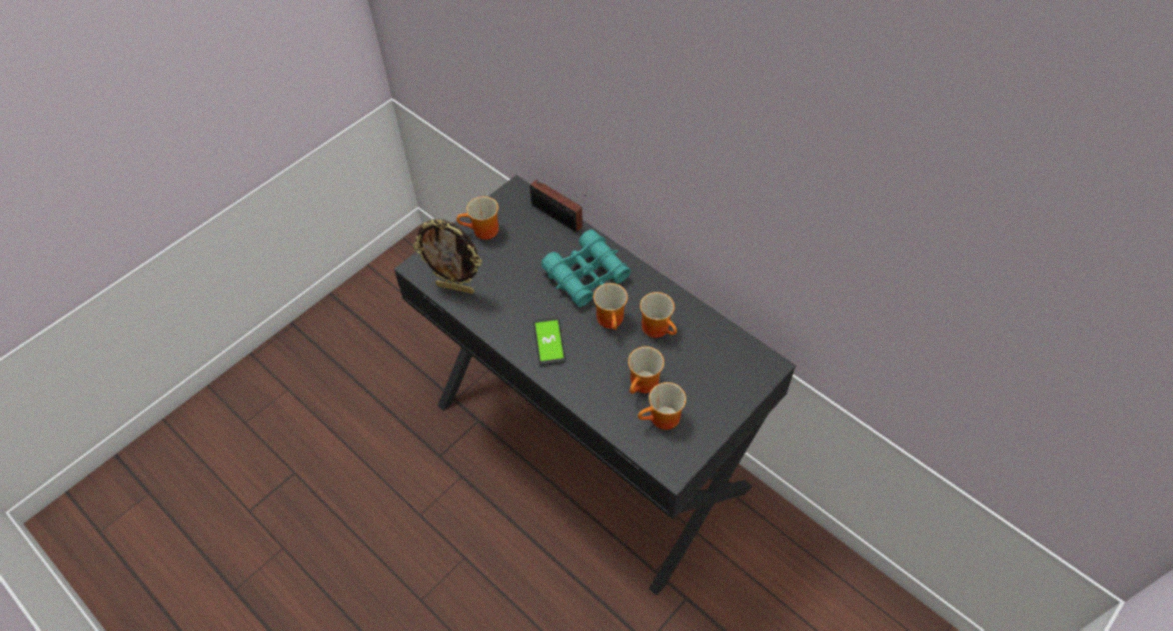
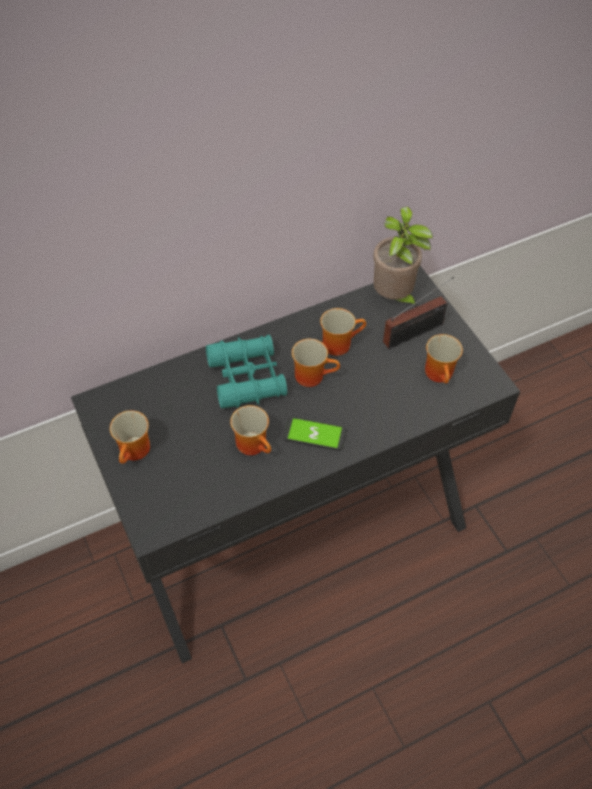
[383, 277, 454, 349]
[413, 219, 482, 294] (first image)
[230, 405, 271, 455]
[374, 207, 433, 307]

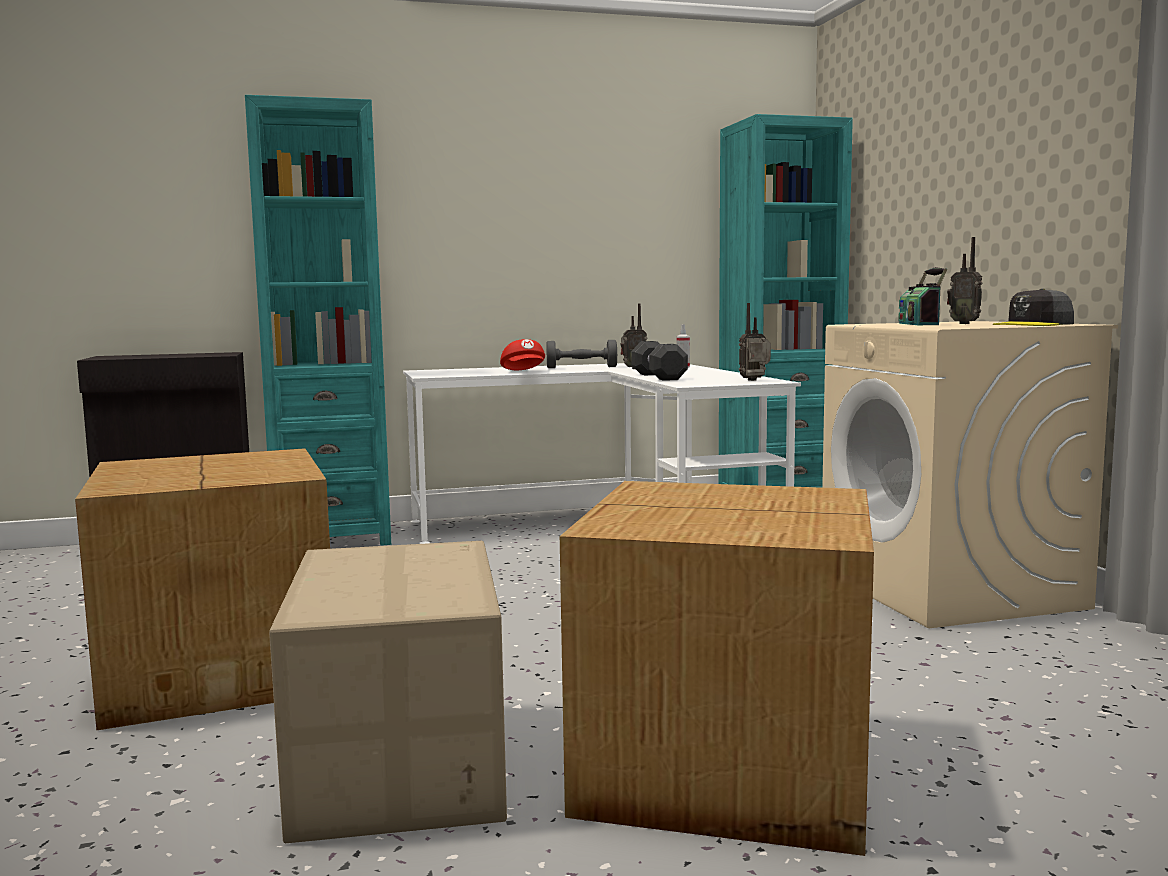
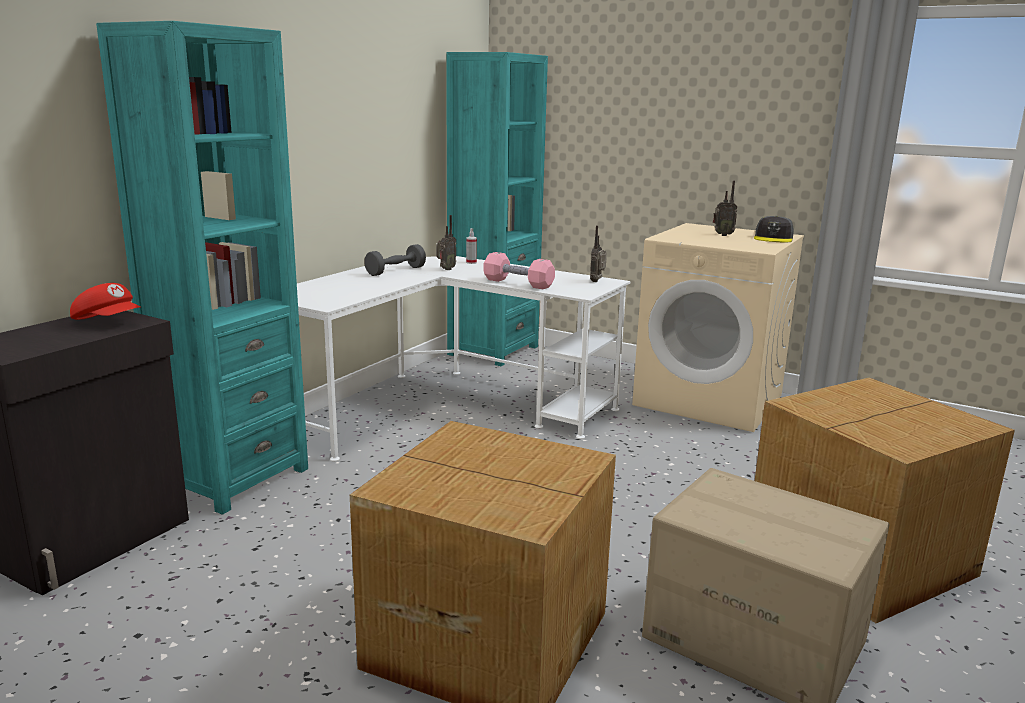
[898, 267, 947, 325] (first image)
[70, 283, 141, 320]
[484, 252, 555, 289]

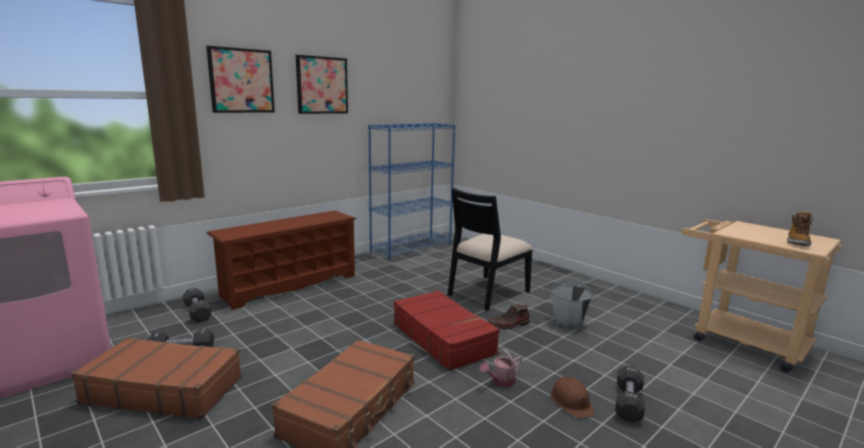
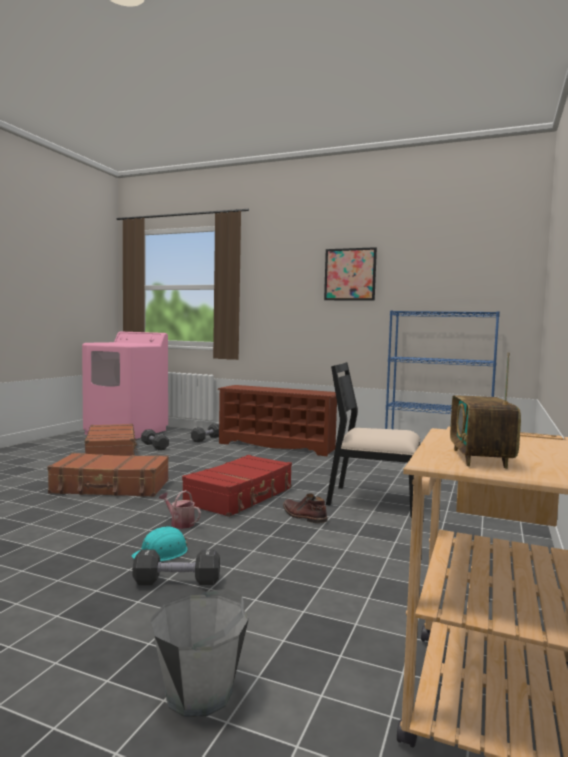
[206, 46, 275, 113] (first image)
[450, 353, 521, 469]
[150, 589, 249, 717]
[132, 526, 188, 562]

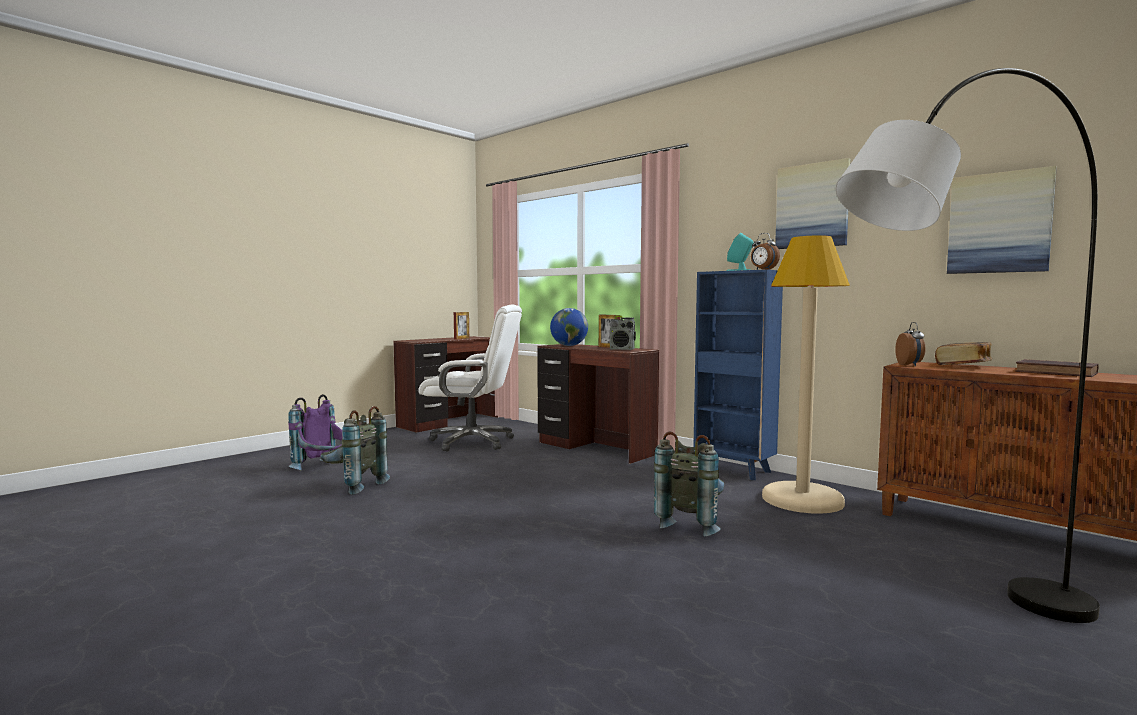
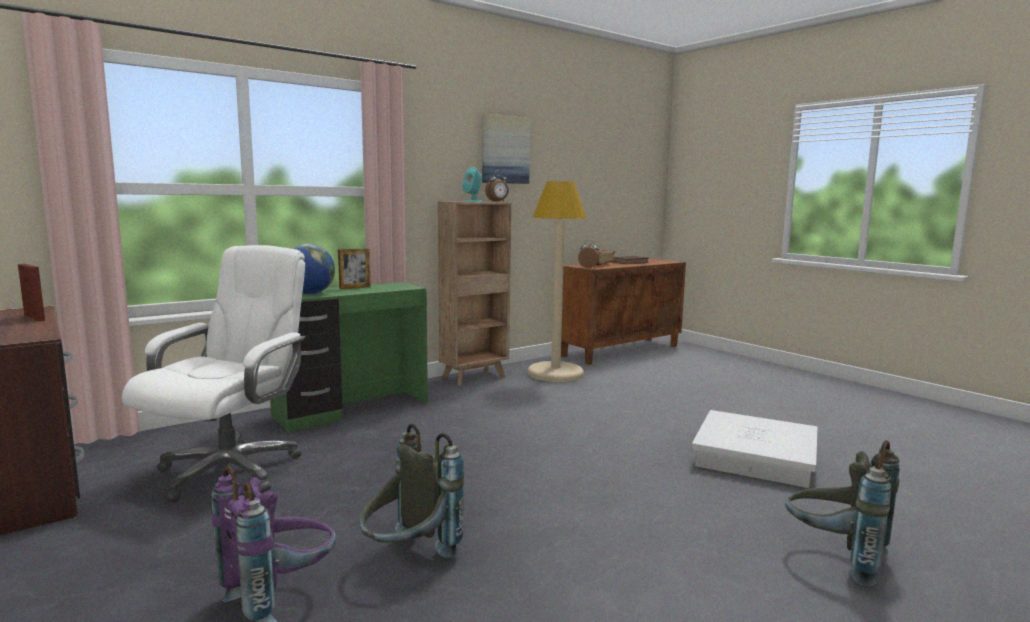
[836, 68, 1100, 623] (first image)
[947, 166, 1057, 274] (first image)
[438, 201, 511, 386]
[609, 315, 636, 350] (first image)
[270, 282, 428, 432]
[785, 440, 900, 586]
[692, 410, 818, 488]

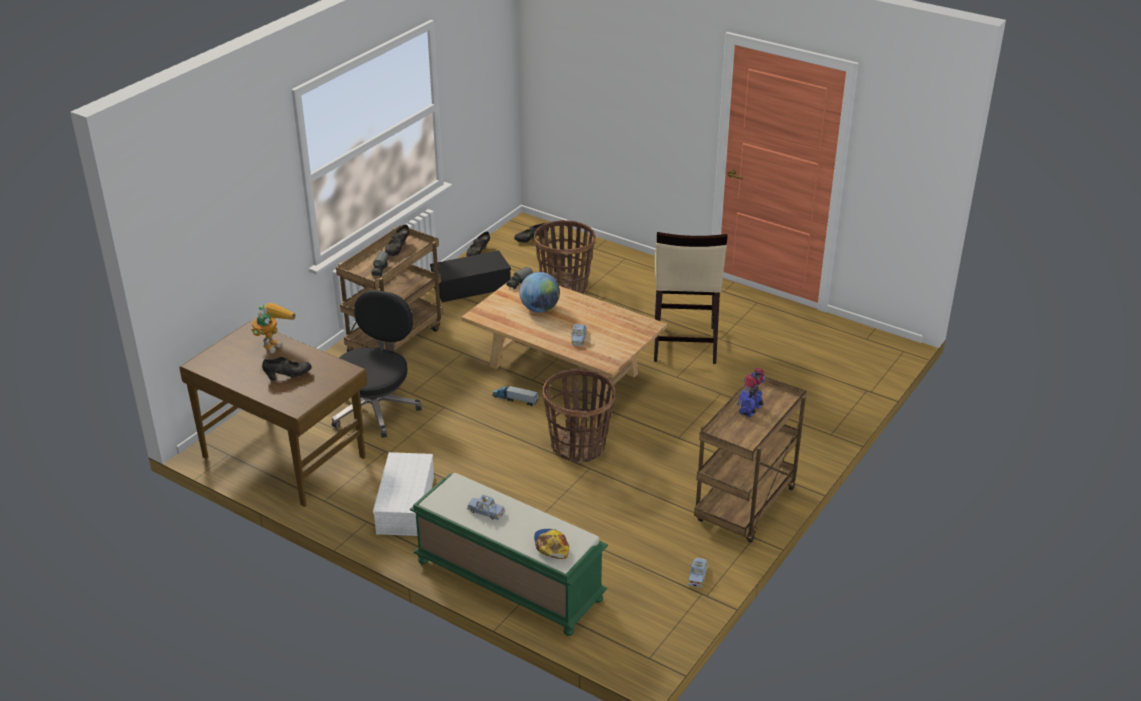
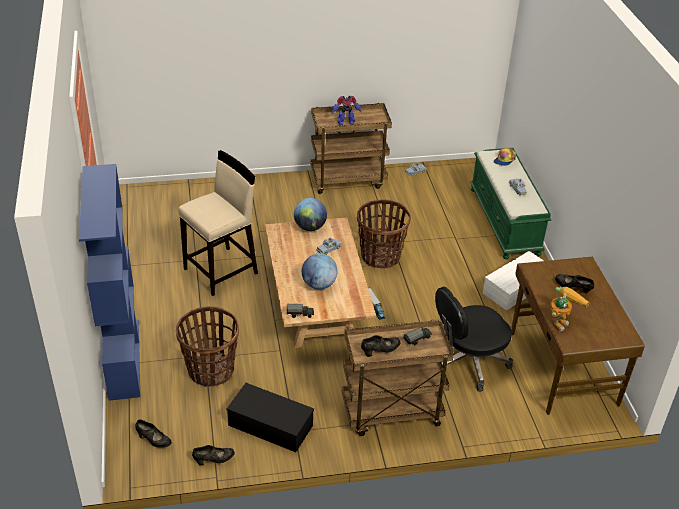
[550, 287, 589, 332]
[79, 164, 140, 401]
[294, 198, 327, 231]

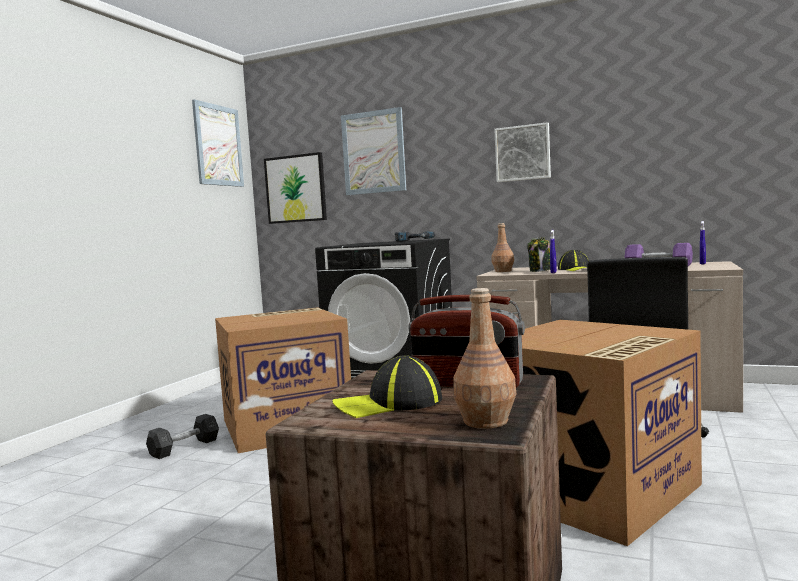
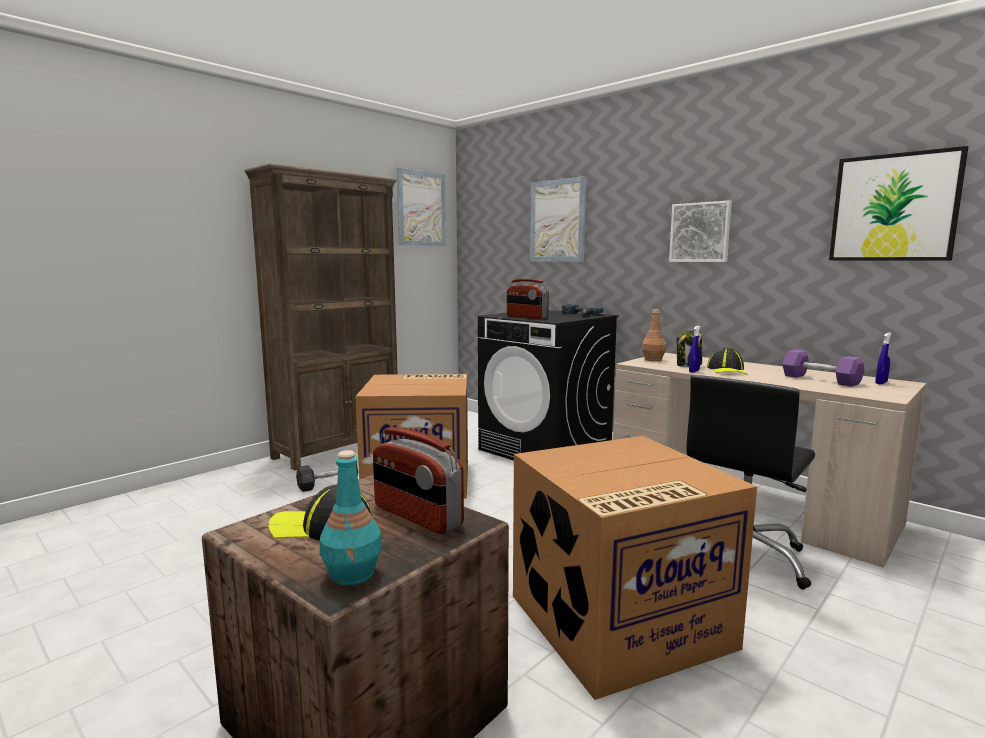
[829, 146, 968, 260]
[320, 450, 382, 586]
[244, 163, 398, 471]
[507, 279, 549, 319]

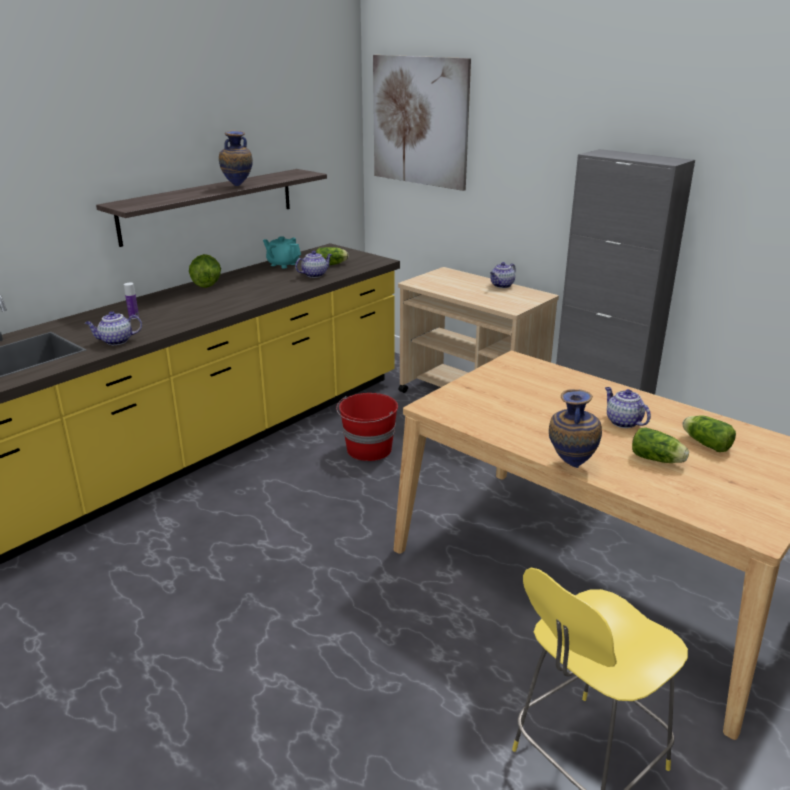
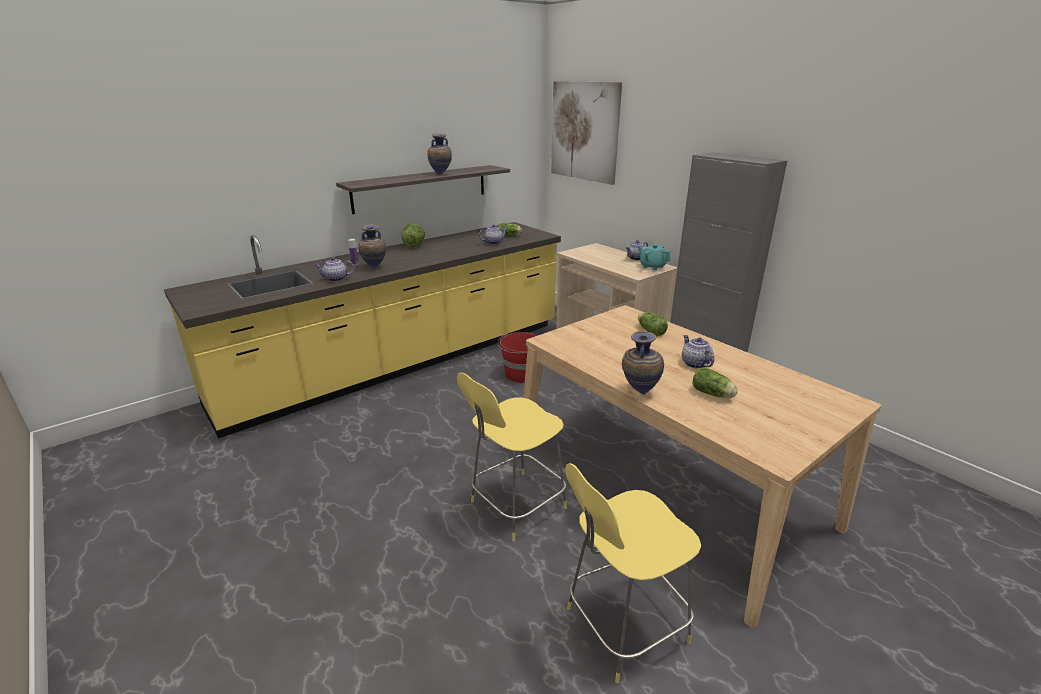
[638, 244, 671, 270]
[638, 312, 668, 336]
[358, 224, 386, 267]
[457, 373, 567, 541]

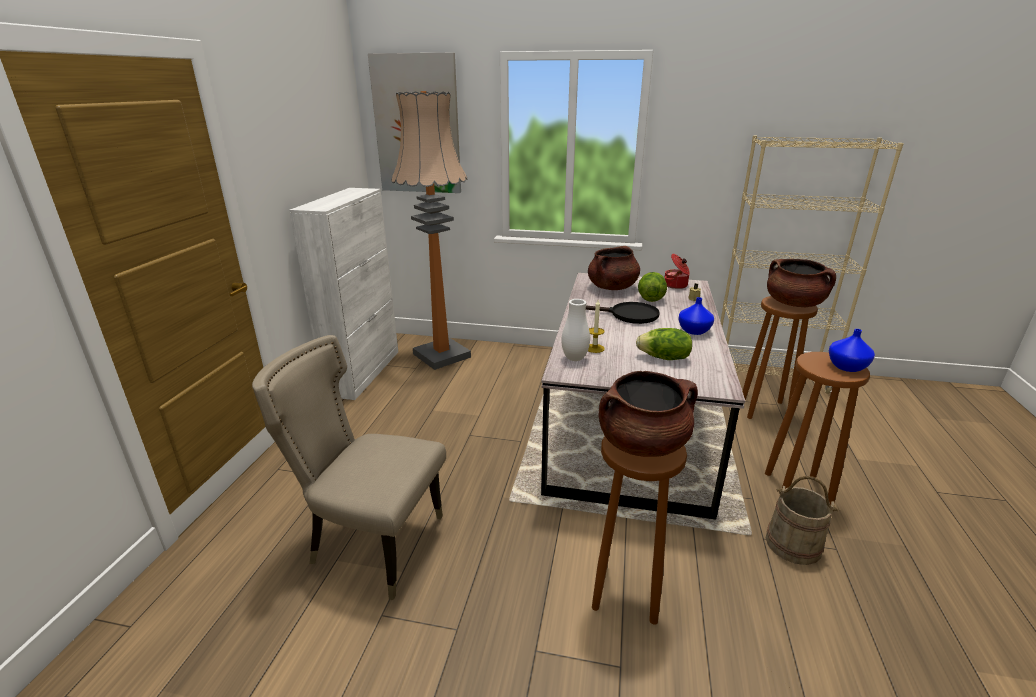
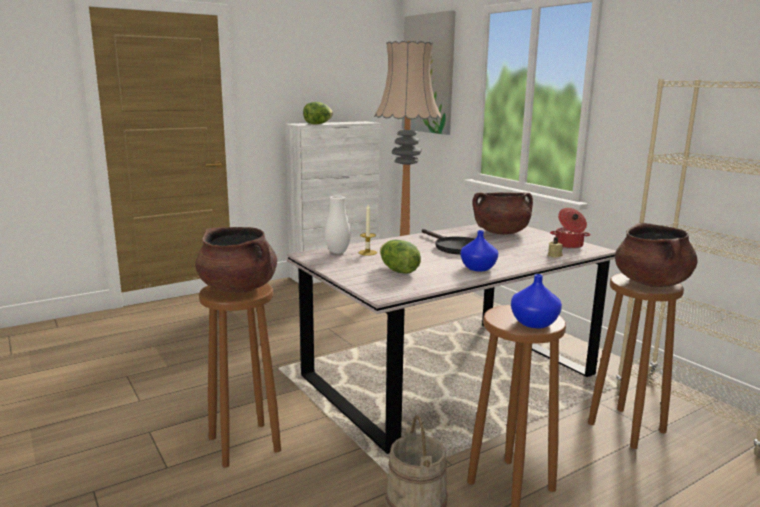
[303, 102, 333, 125]
[252, 335, 446, 600] (first image)

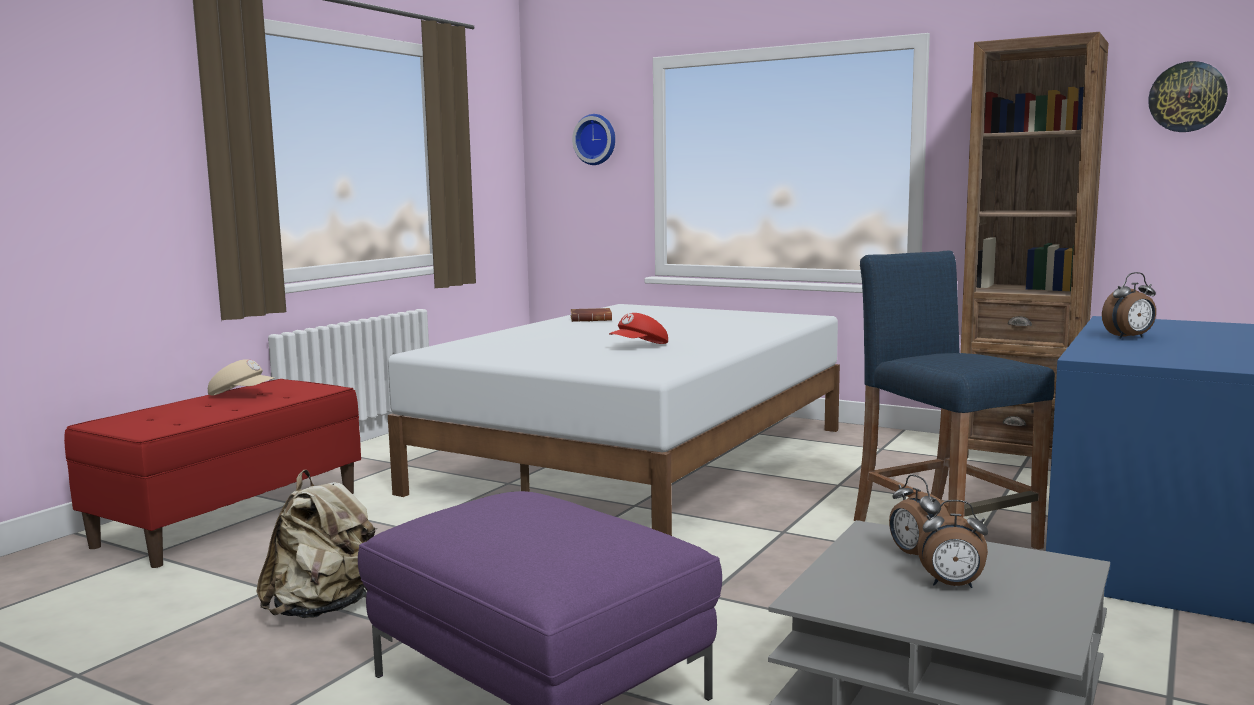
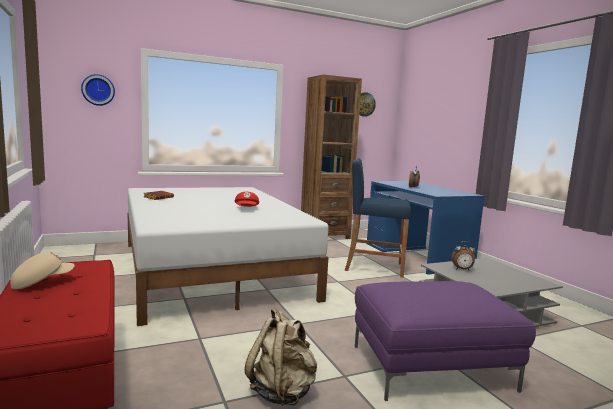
[917, 500, 988, 588] (first image)

